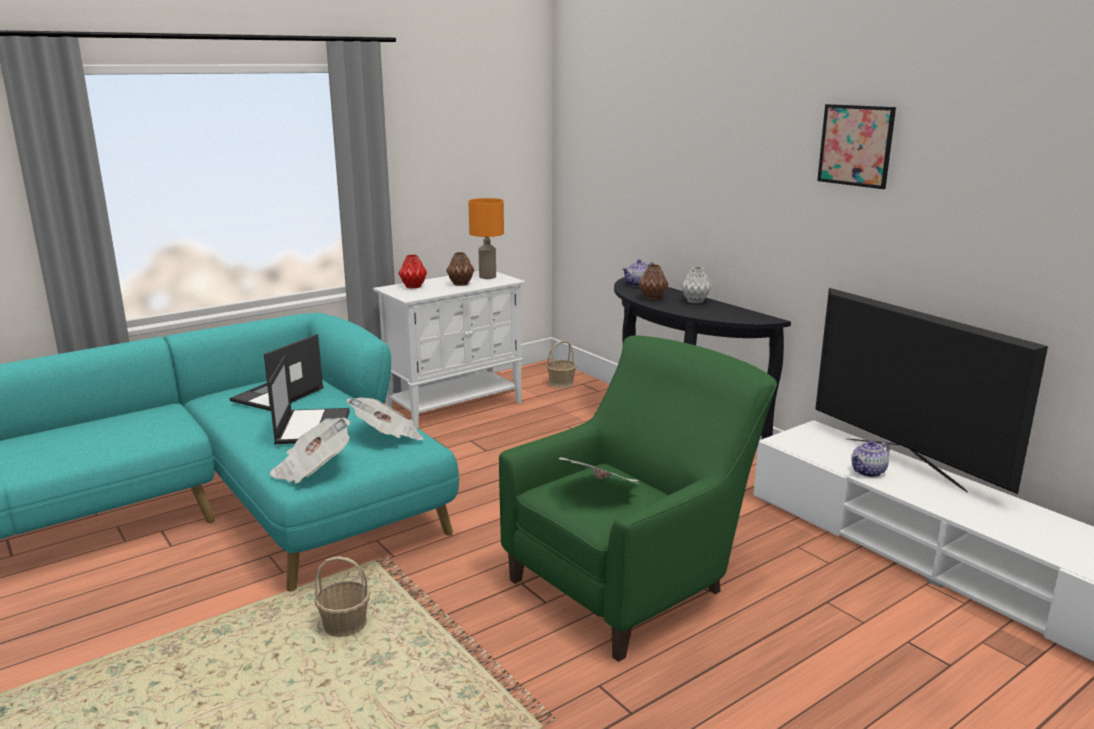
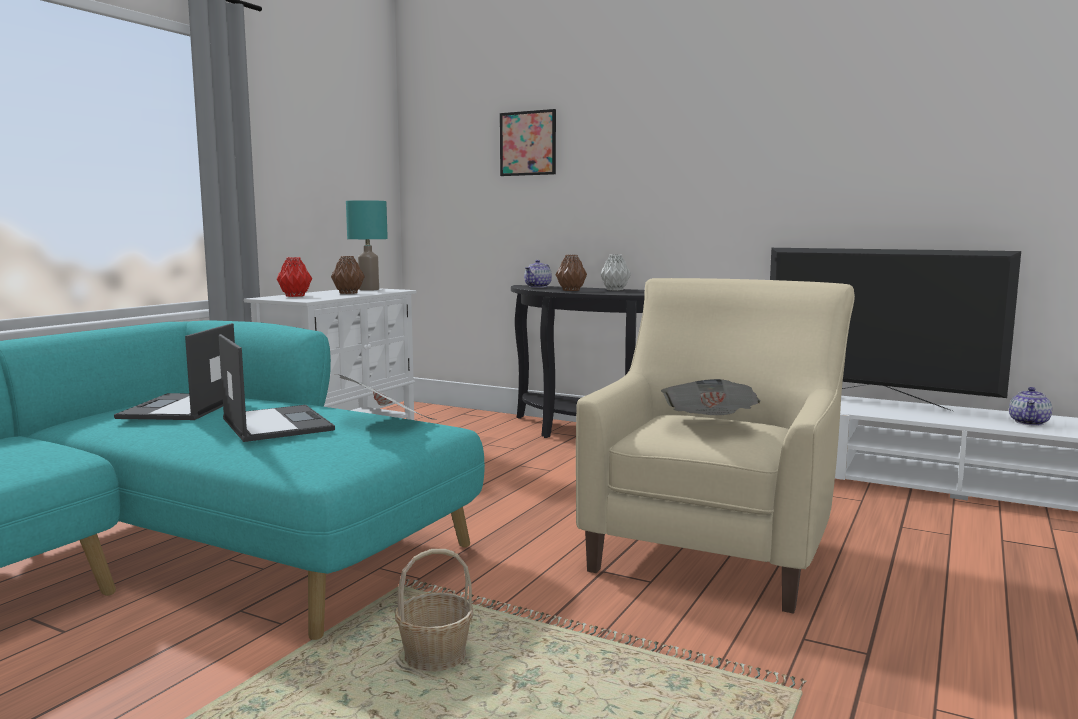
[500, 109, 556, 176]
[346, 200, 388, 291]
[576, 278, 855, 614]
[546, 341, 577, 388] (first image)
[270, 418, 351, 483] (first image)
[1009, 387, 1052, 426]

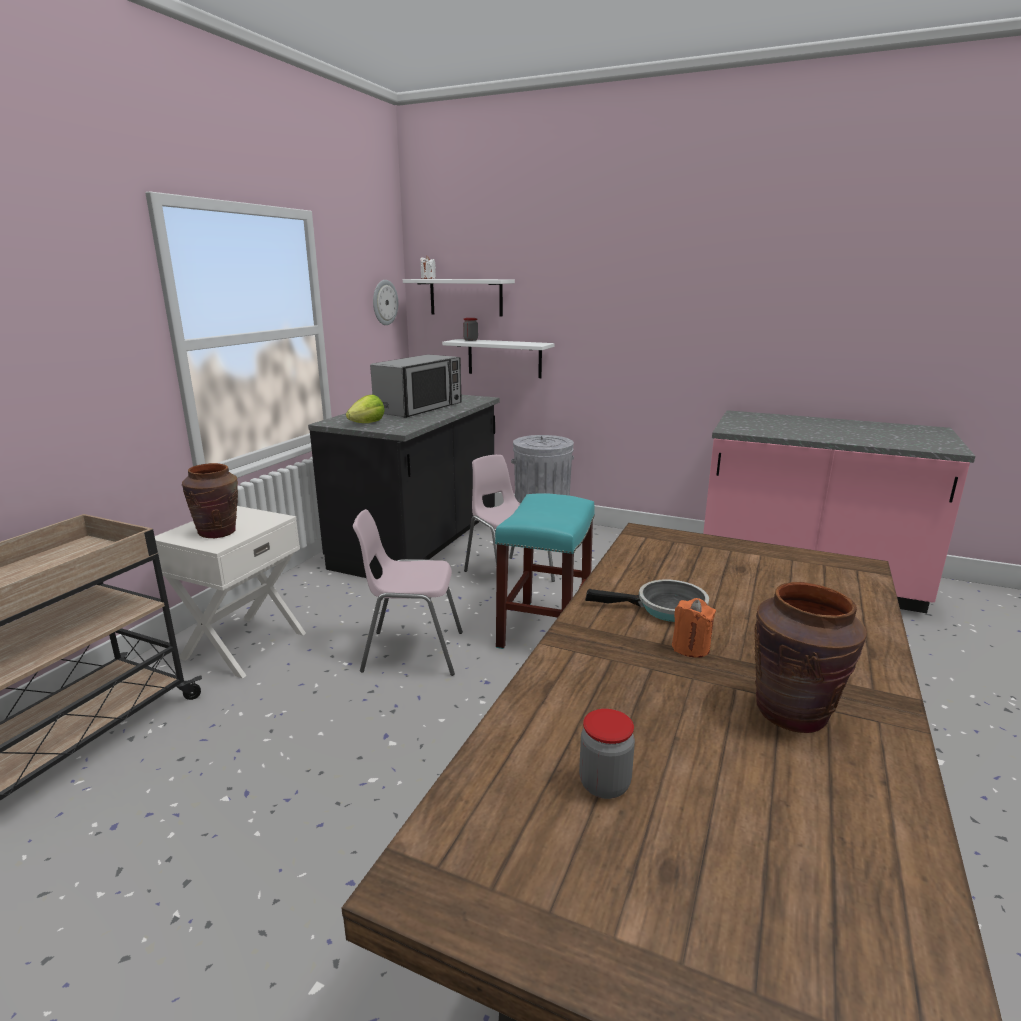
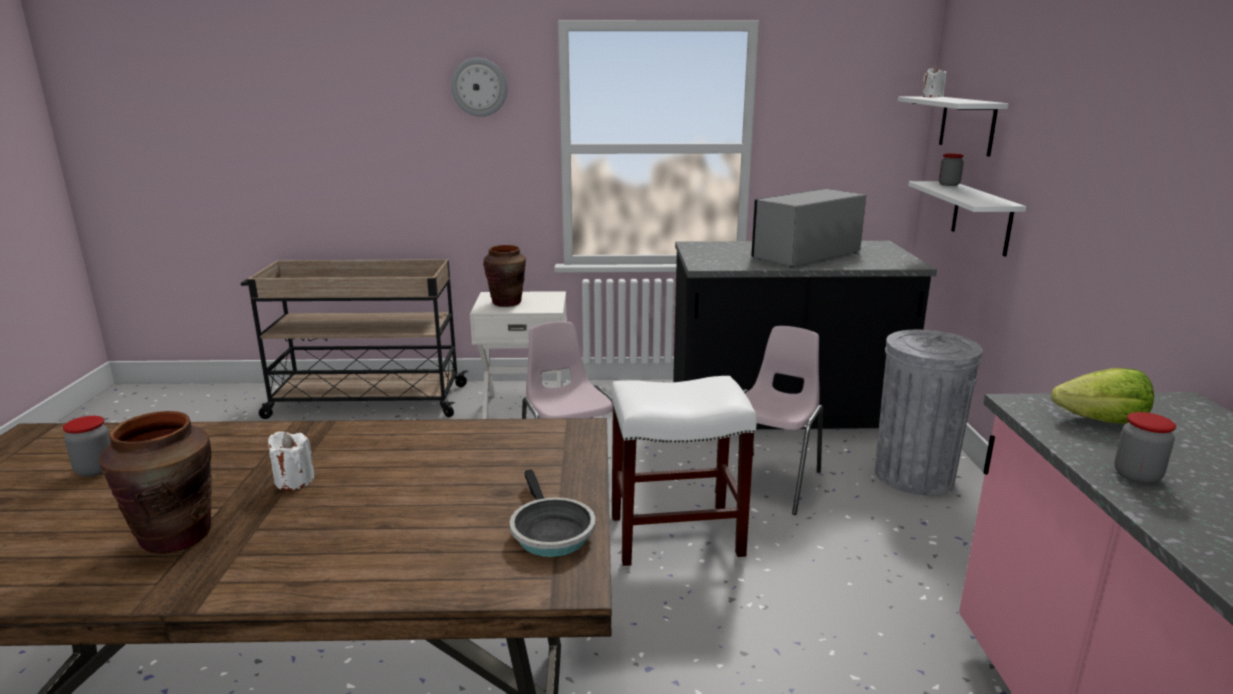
[451, 58, 507, 117]
[751, 189, 866, 267]
[1052, 368, 1154, 424]
[611, 376, 757, 567]
[510, 469, 596, 557]
[268, 431, 315, 491]
[1114, 412, 1176, 484]

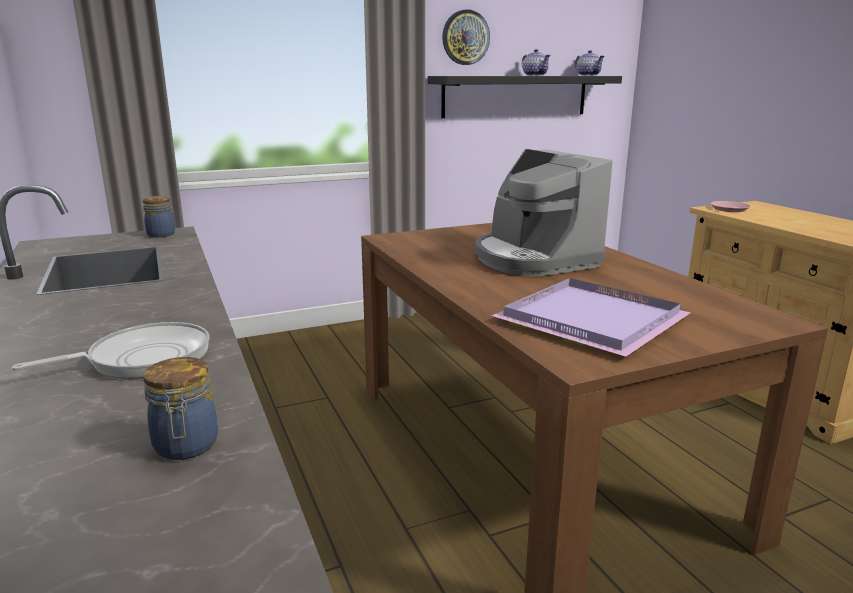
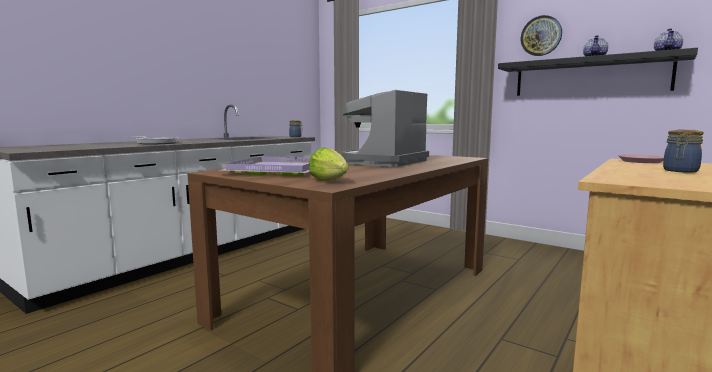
[663, 130, 703, 173]
[309, 148, 349, 181]

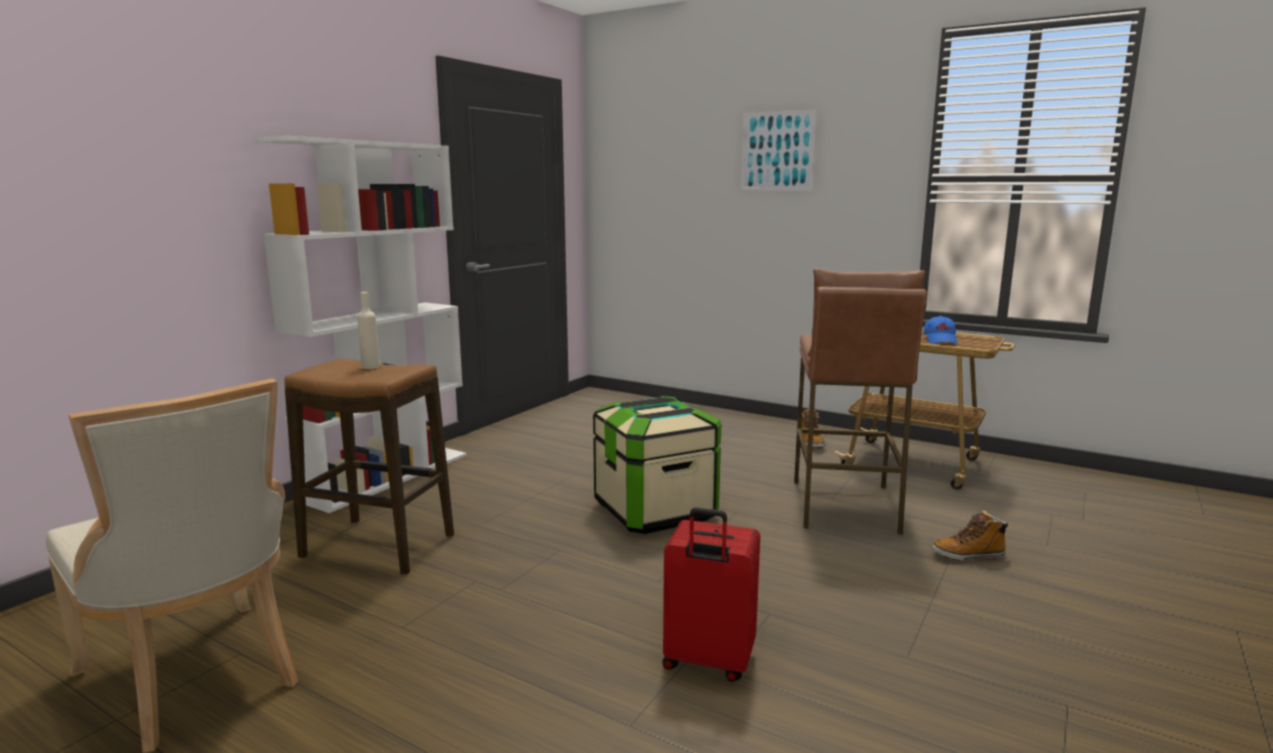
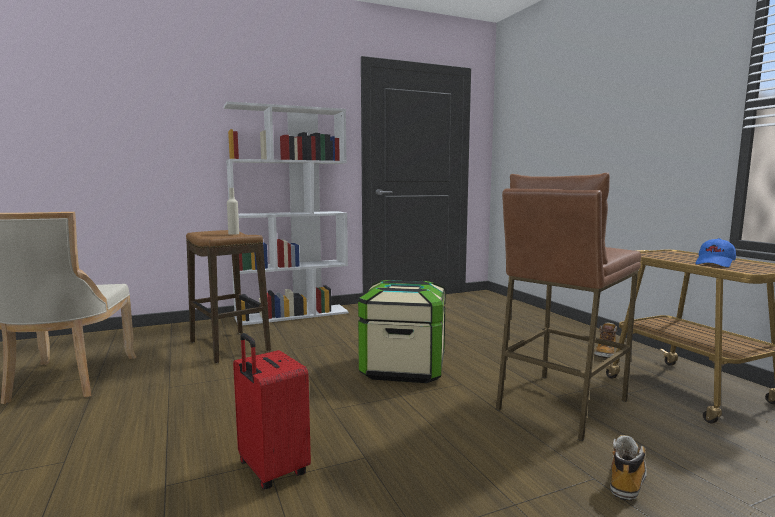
[741, 109, 817, 191] (first image)
[610, 435, 647, 501]

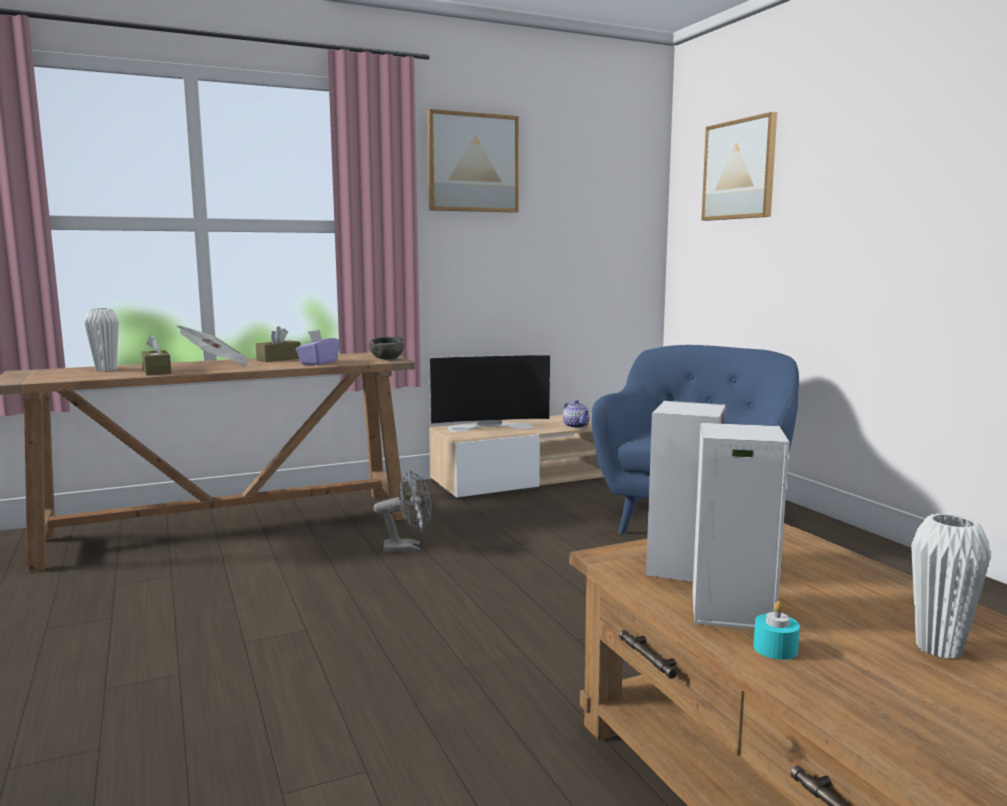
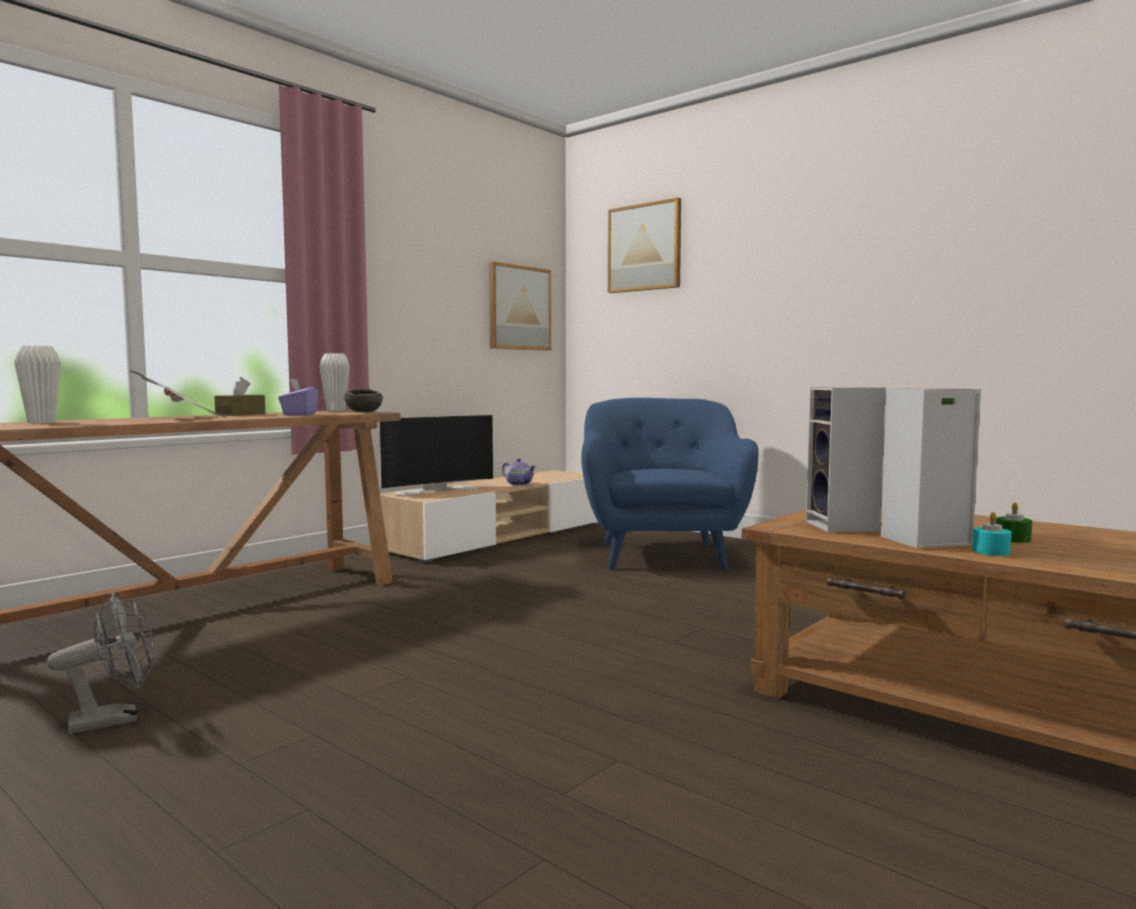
[489, 261, 551, 350]
[141, 335, 171, 375] (first image)
[47, 592, 155, 734]
[320, 353, 350, 411]
[996, 502, 1032, 543]

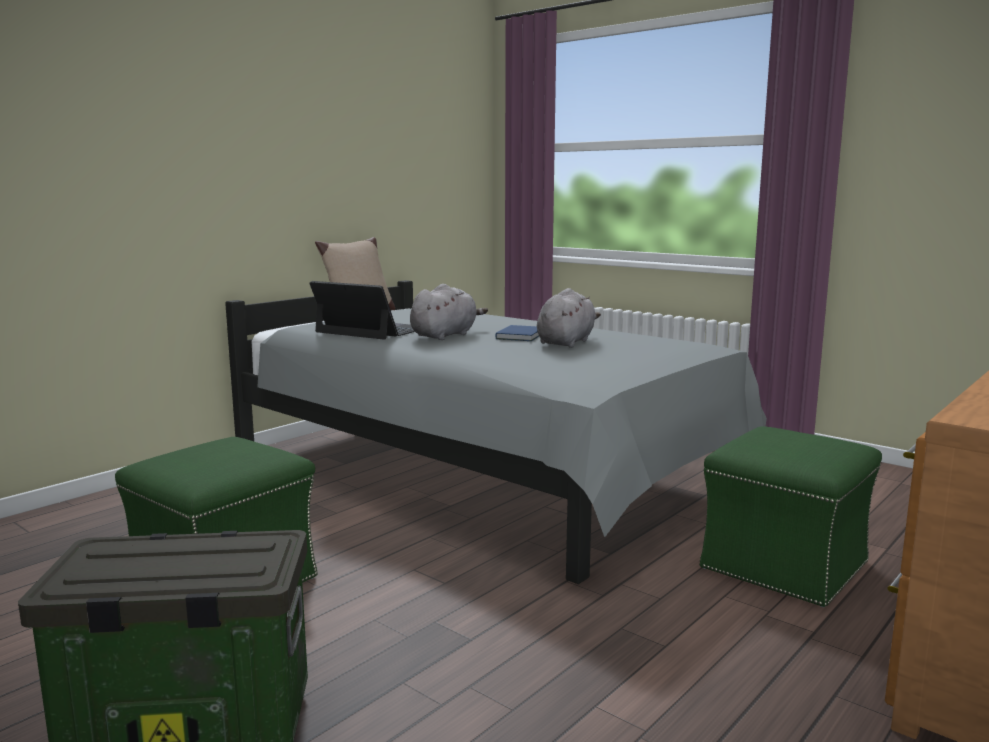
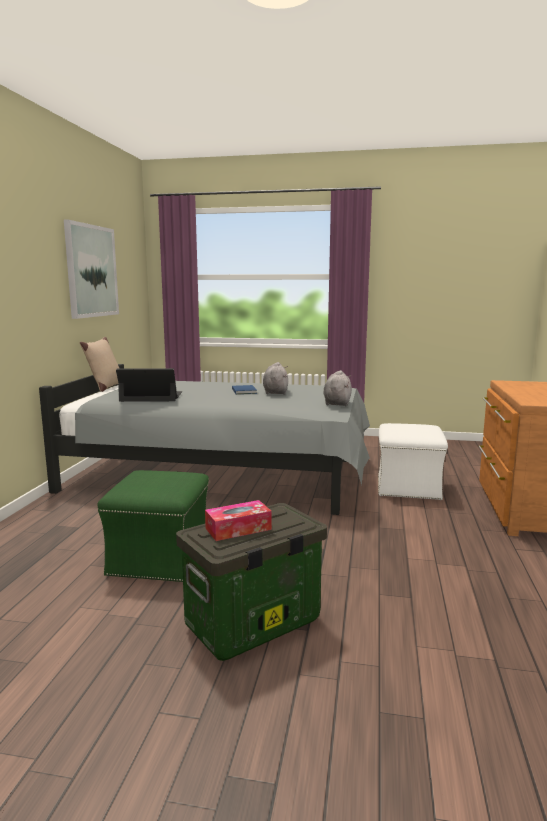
[323, 370, 352, 406]
[378, 423, 448, 500]
[64, 219, 119, 319]
[205, 500, 272, 541]

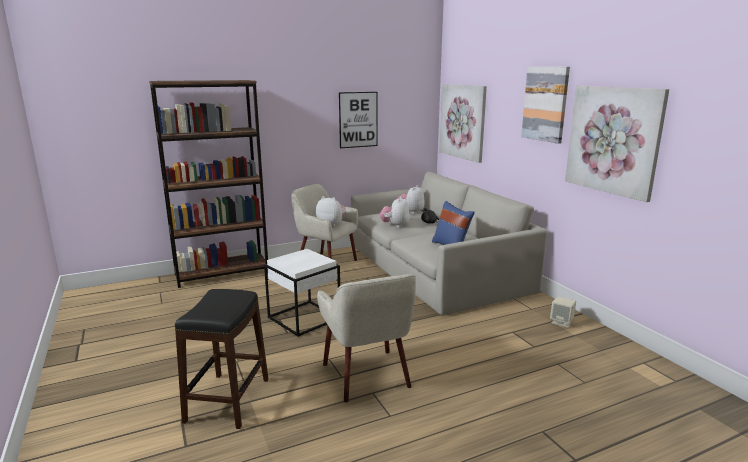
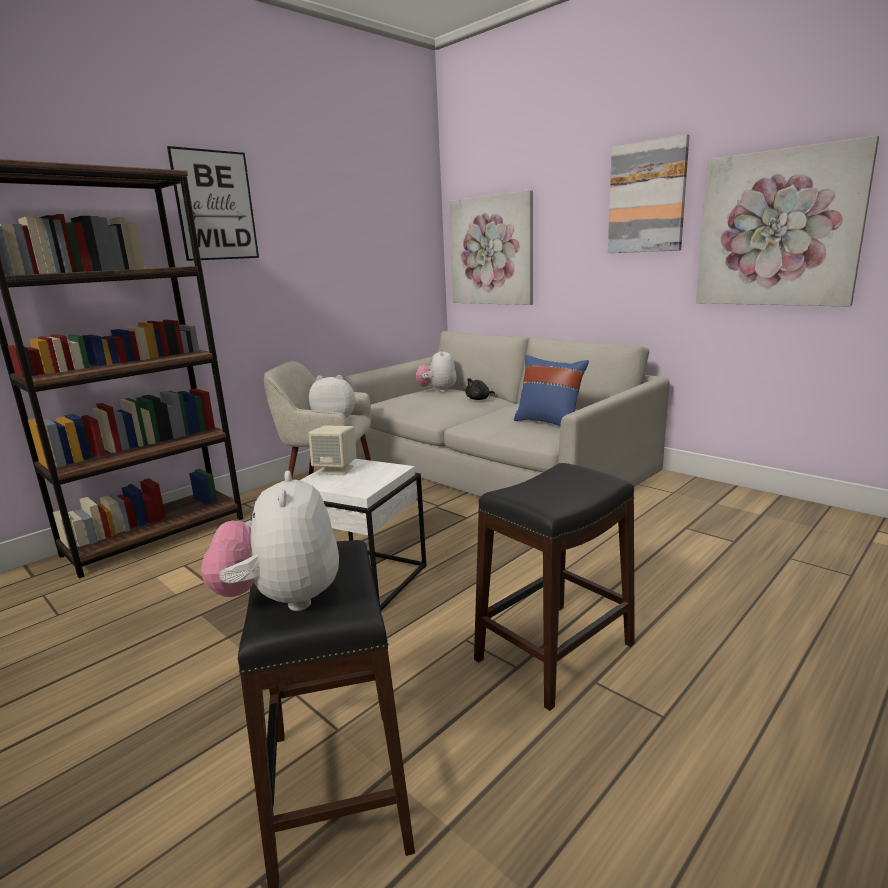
[167, 146, 259, 261]
[201, 471, 339, 611]
[474, 463, 635, 711]
[309, 425, 356, 475]

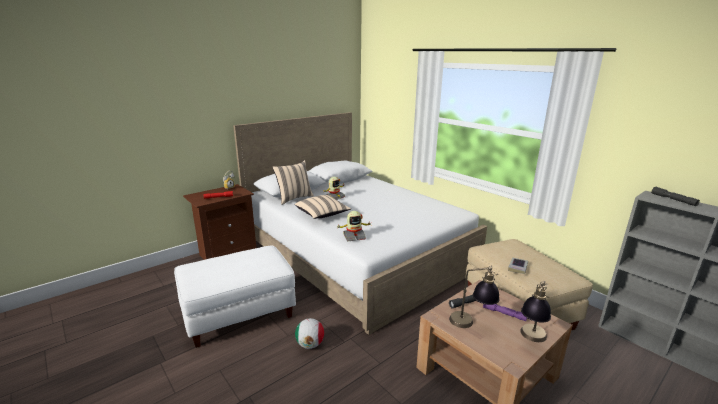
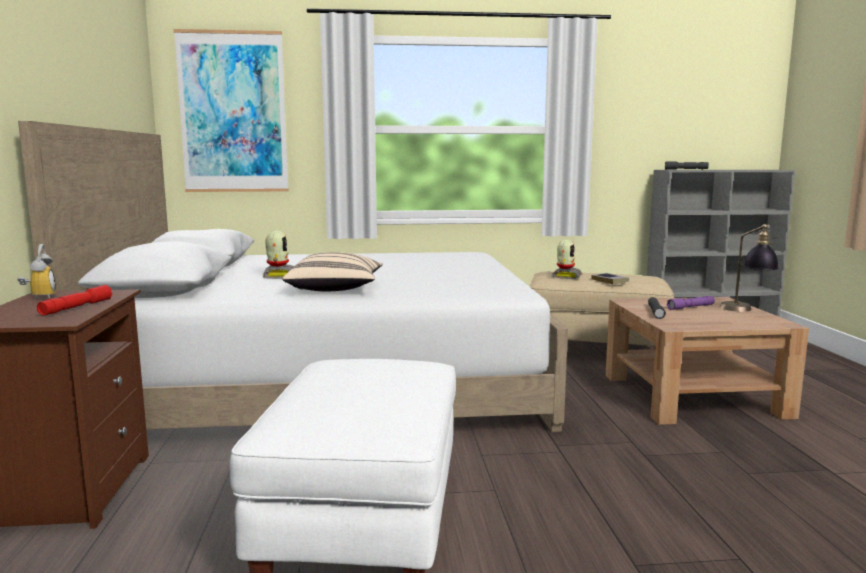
[272, 160, 314, 205] (first image)
[552, 240, 582, 279]
[449, 265, 500, 328] (first image)
[295, 318, 324, 349] (first image)
[173, 29, 289, 192]

